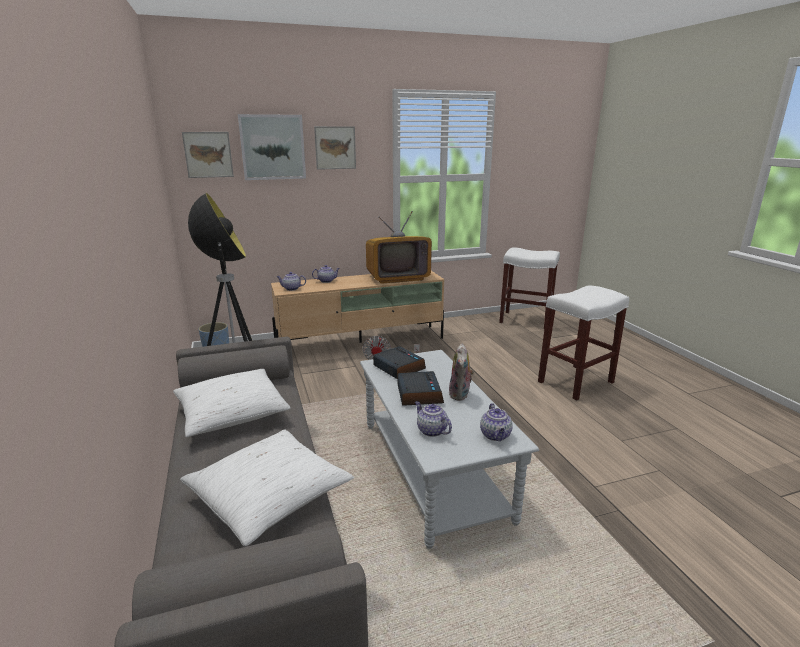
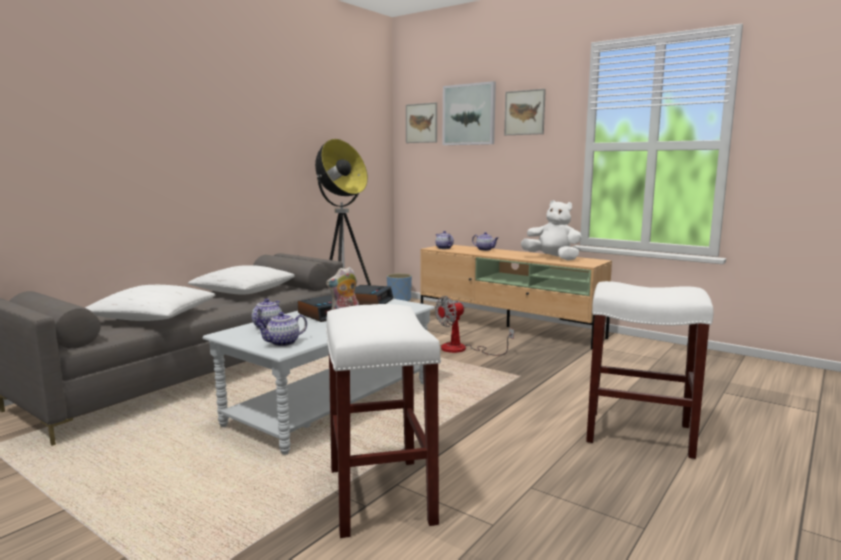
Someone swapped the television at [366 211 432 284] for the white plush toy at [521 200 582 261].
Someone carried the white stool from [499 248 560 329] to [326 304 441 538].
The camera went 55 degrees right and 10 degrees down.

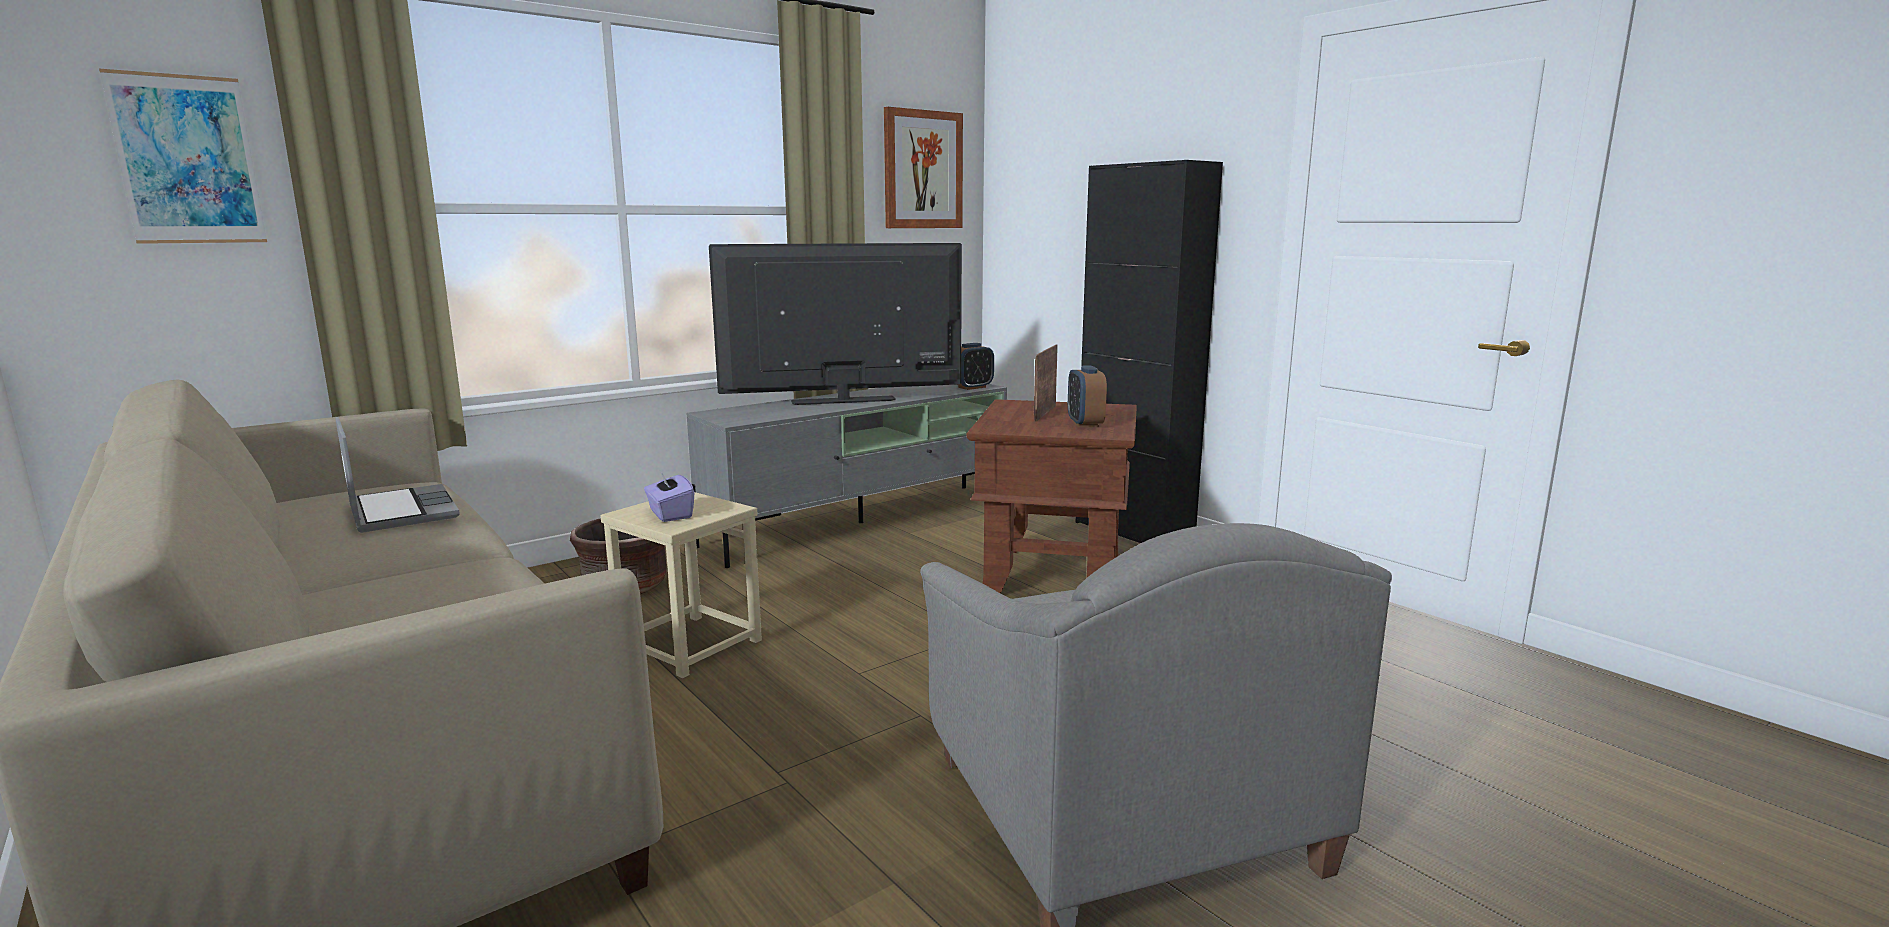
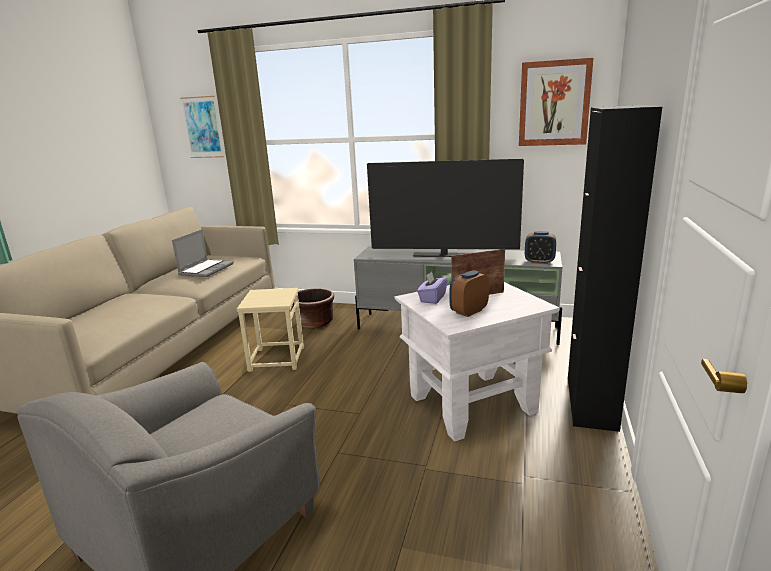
Someone rotated the television at [709 243 962 405] by 150 degrees clockwise.
Someone repainted the brown side table at [967 399 1137 593], which became the white side table at [395 282 560 442].
Someone carried the purple tissue box from [644 471 695 522] to [417 271 447 304].
The camera went 55 degrees right and 5 degrees up.

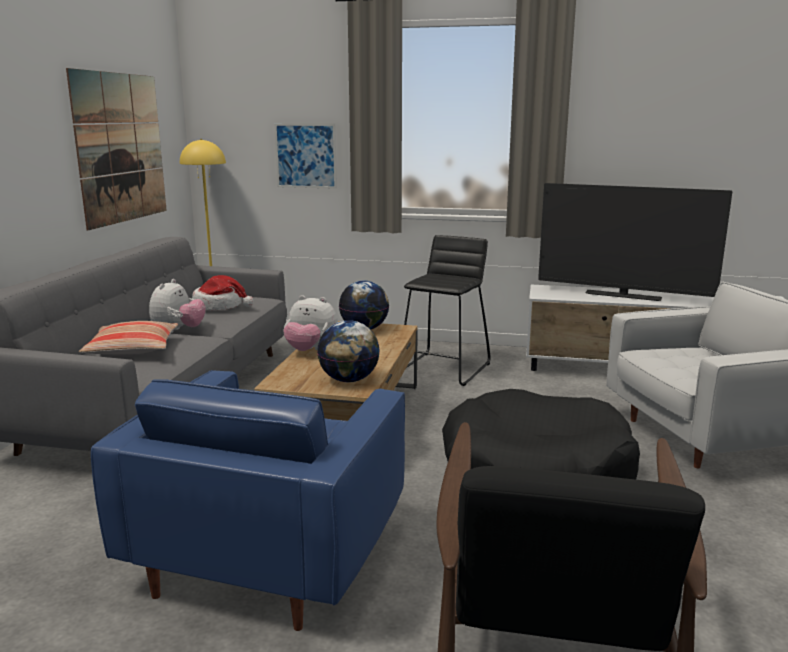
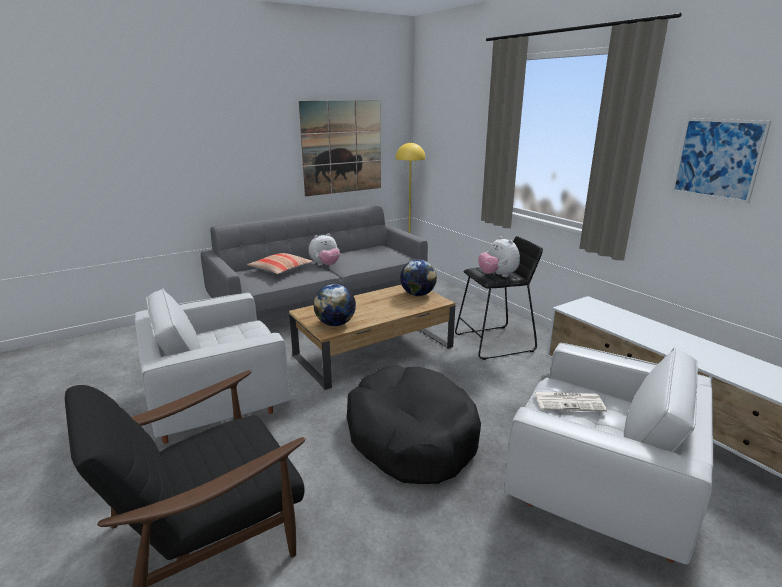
Someone carried the picture from [274 123 337 189] to [671 118 771 203].
Someone took away the television at [538 183 732 301].
Someone took away the hat at [192 275 254 311].
Someone carried the plush toy from [283 295 338 351] to [478 236 520 277].
Someone repainted the blue armchair at [91 370 405 631], which became the white armchair at [134 289 290 444].
Someone put down the newspaper at [534 392 607 412].
The camera went 45 degrees right and 5 degrees up.

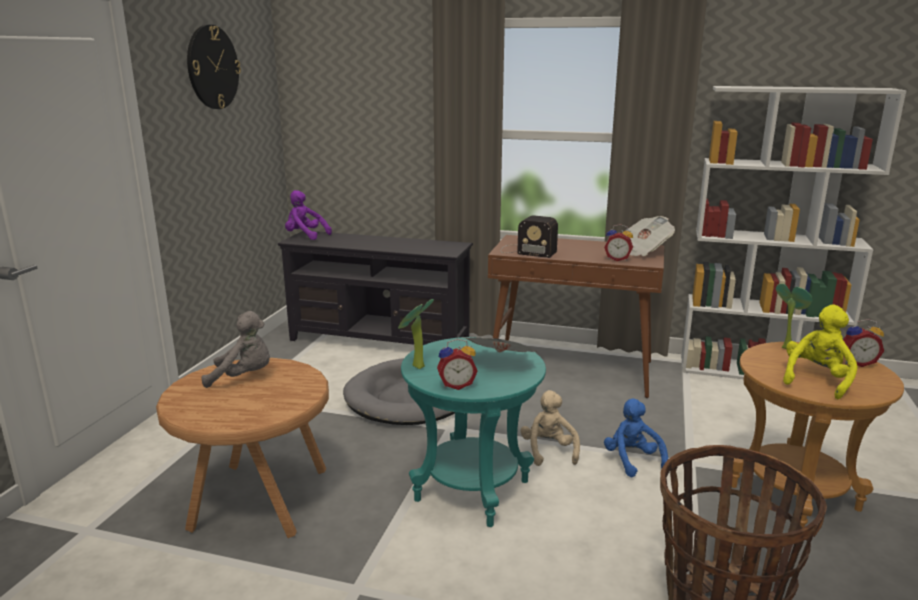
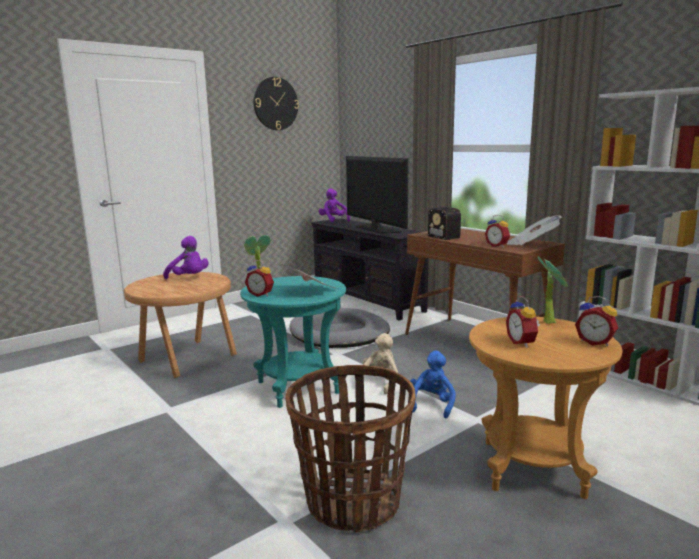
Someone swapped the yellow plush toy at [783 305 858 399] for the alarm clock at [506 296 540 348].
Someone repainted the grey plush toy at [201 311 270 388], which became the purple plush toy at [163 236 208 279].
Someone put down the television at [346 156 409 233].
The camera went 35 degrees right and 5 degrees down.

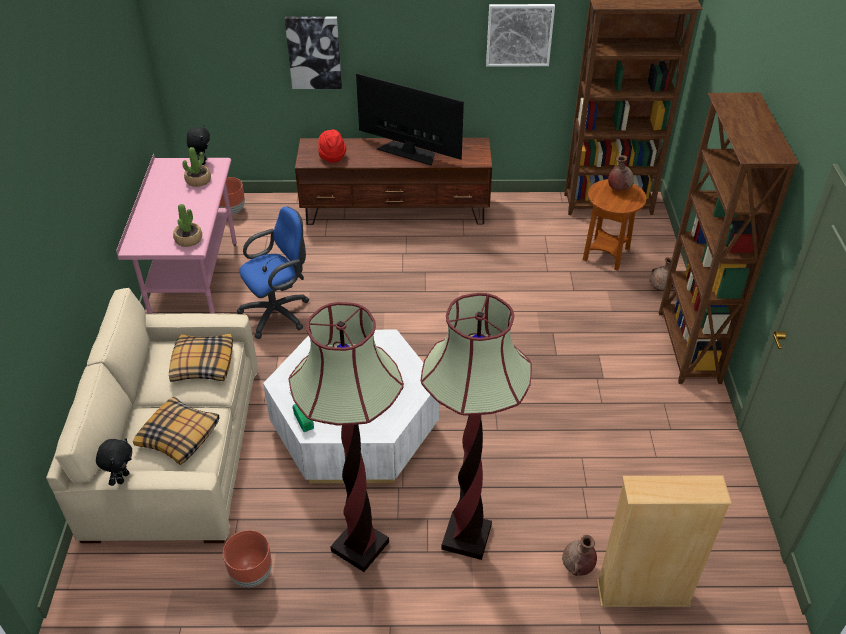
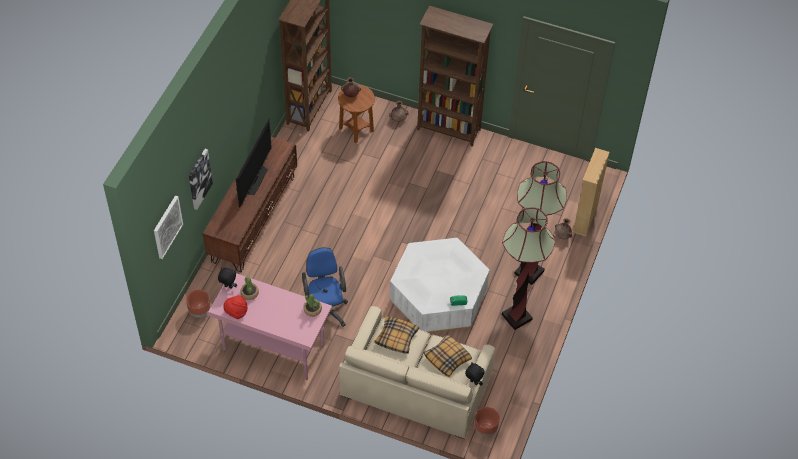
Someone carried the picture from [486 4 555 66] to [154 195 183 259].
Someone rotated the television at [356 73 464 166] by 150 degrees clockwise.
Someone carried the red hat from [318 129 346 163] to [223 295 248 319].
Someone carried the brown planter from [223 530 272 587] to [475 407 500 437].
The camera went 70 degrees left and 10 degrees up.

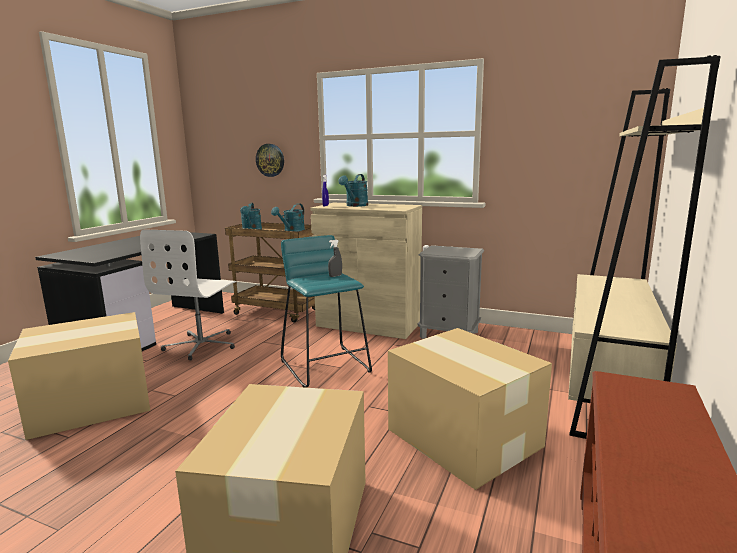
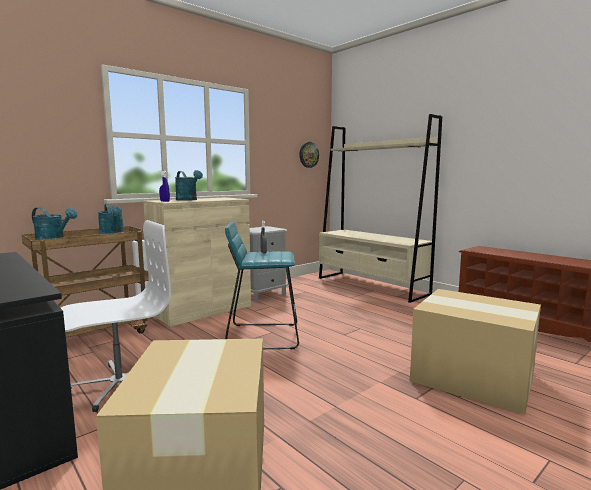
Someone carried the wall clock from [256 144 284 177] to [299 142 319 168].
Someone rotated the white office chair at [140 229 236 360] by 75 degrees counterclockwise.
Someone took away the cardboard box at [388 328 552 490].
The camera went 65 degrees left and 5 degrees down.

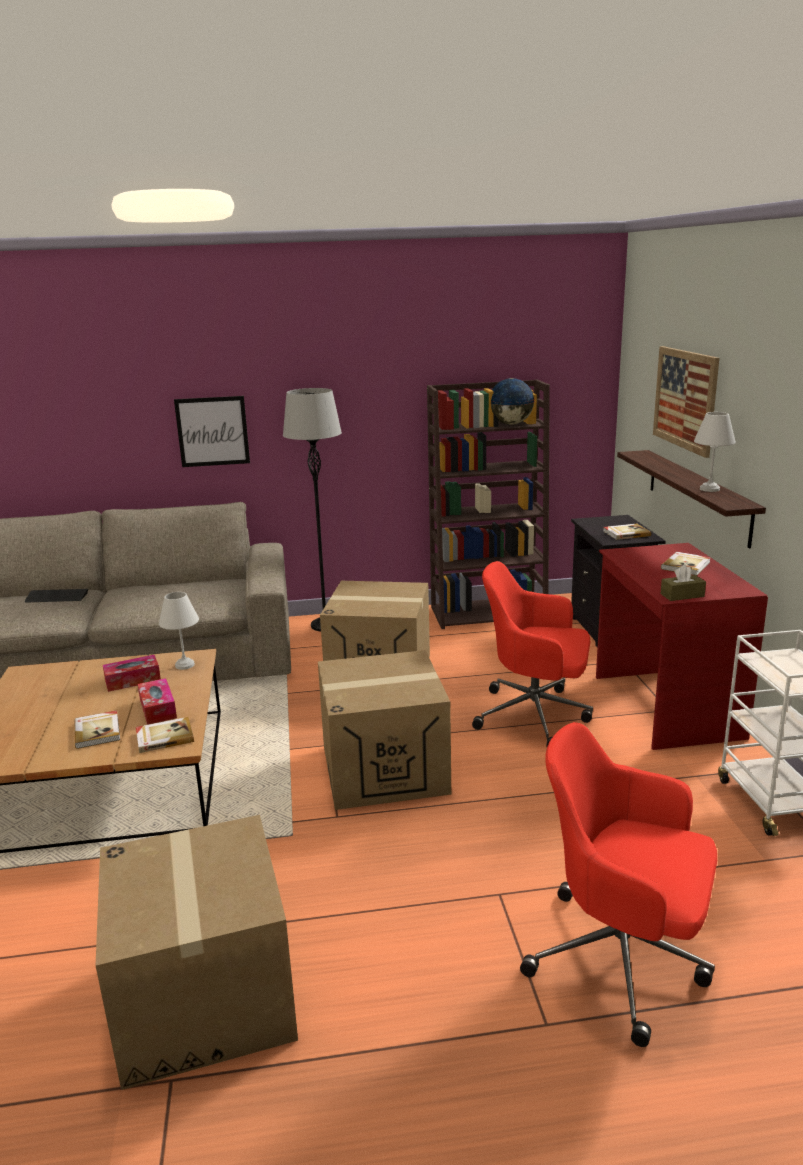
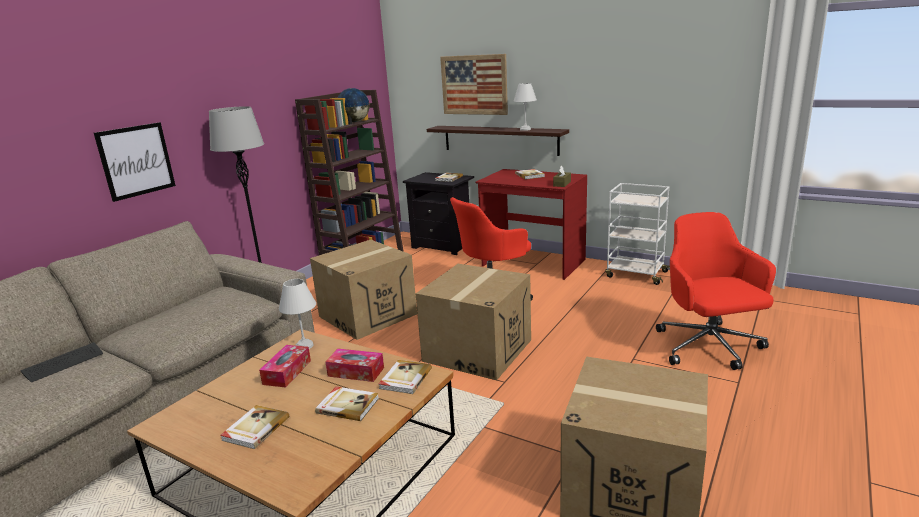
Someone rotated the red office chair at [520 722 717 1047] by 105 degrees clockwise.
Someone put down the book at [220 405 289 449].
The camera went 50 degrees left and 0 degrees up.

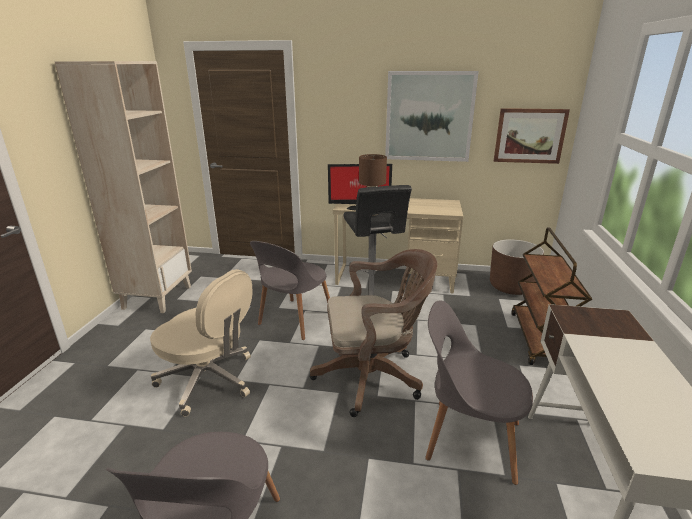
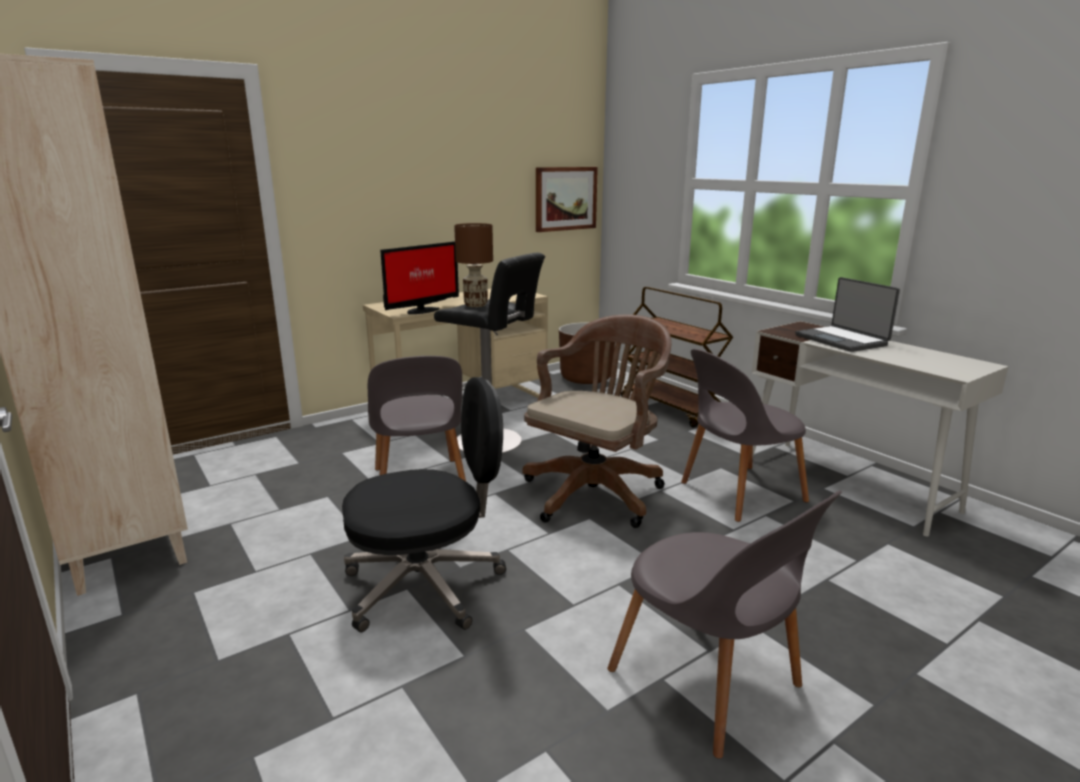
Someone took away the picture at [385 71 479 162].
Someone repainted the beige office chair at [150 269 252 417], which became the black office chair at [342 377 506 632].
Someone put down the laptop at [795 277 900 352].
The camera went 45 degrees left and 5 degrees down.

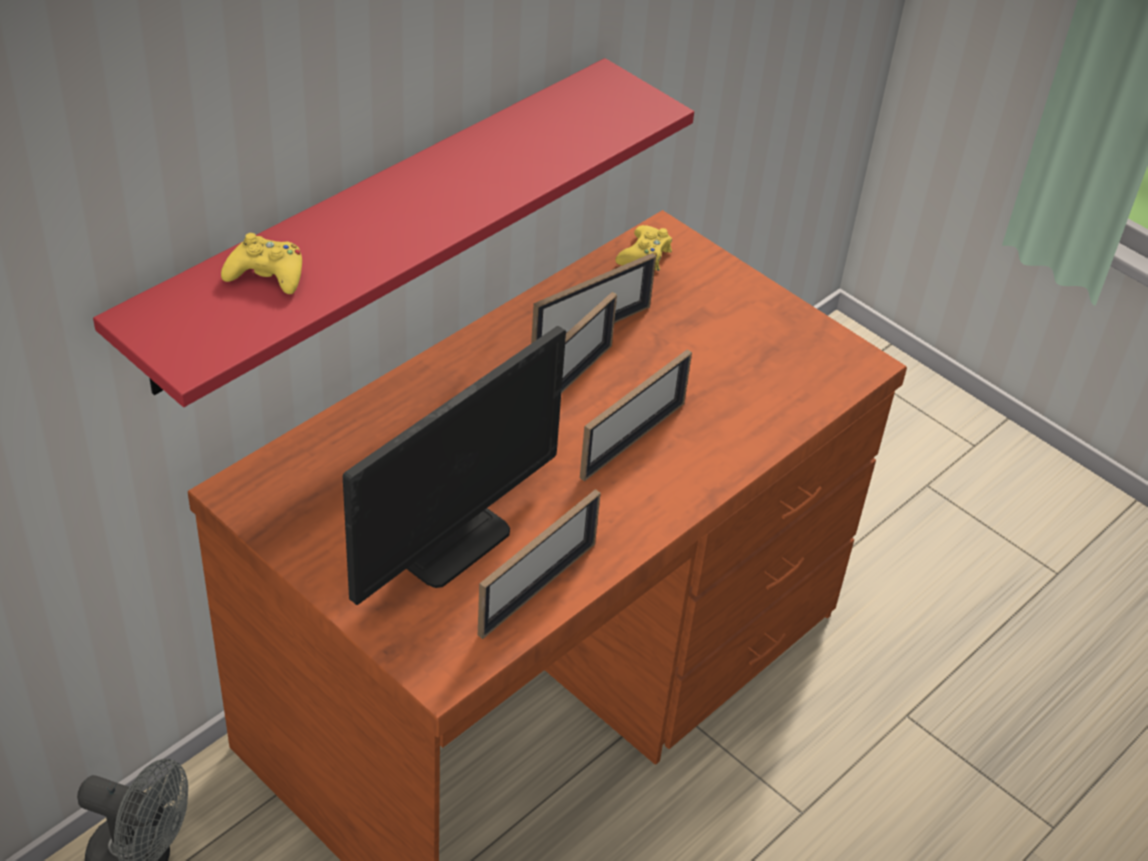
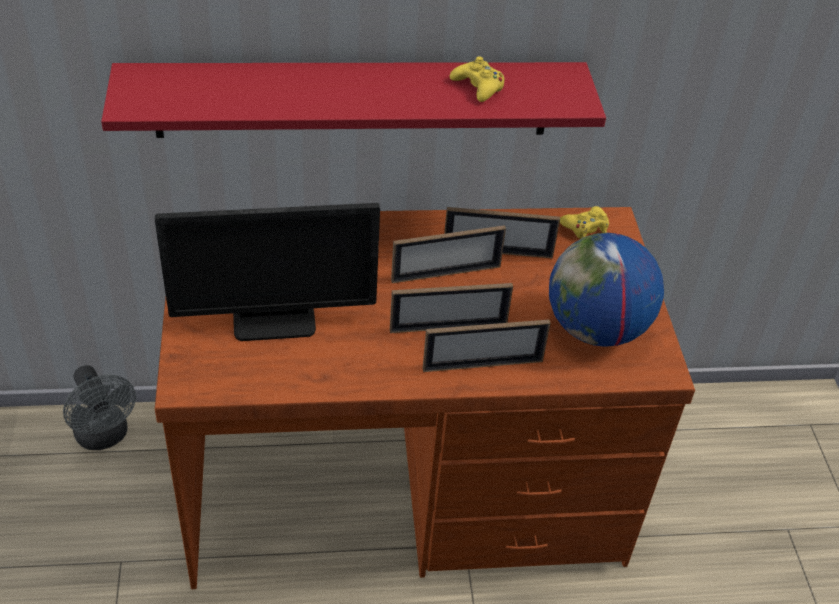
Someone carried the yellow game controller from [221 233 302 294] to [450 56 505 102].
Someone carried the picture frame from [478 489 601 639] to [422 319 551 372].
Someone put down the globe at [549 233 664 347].
The camera went 40 degrees right and 0 degrees up.

